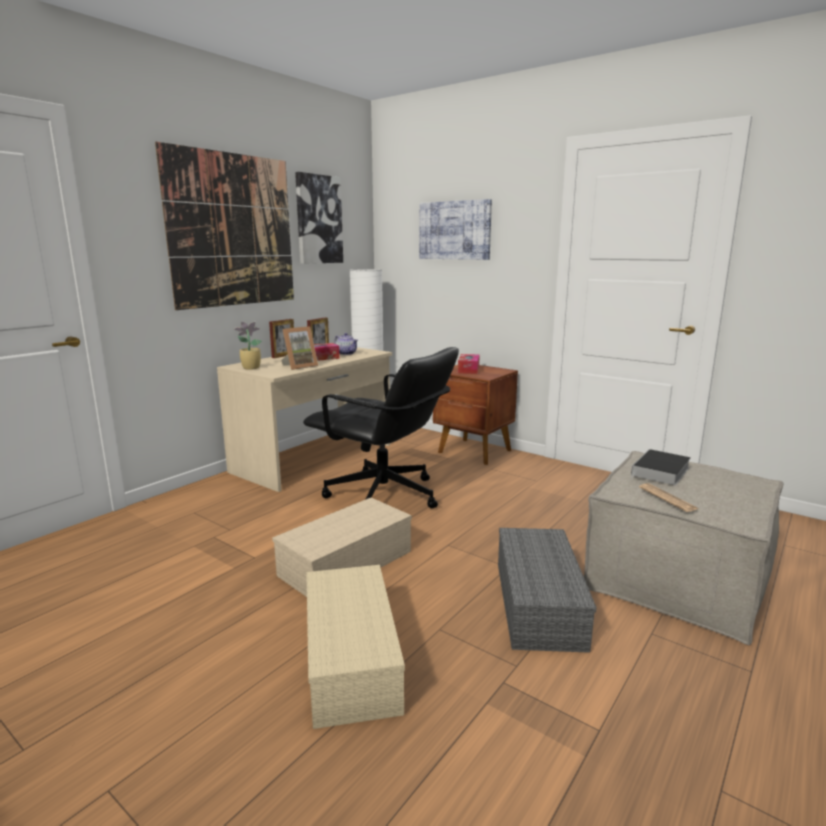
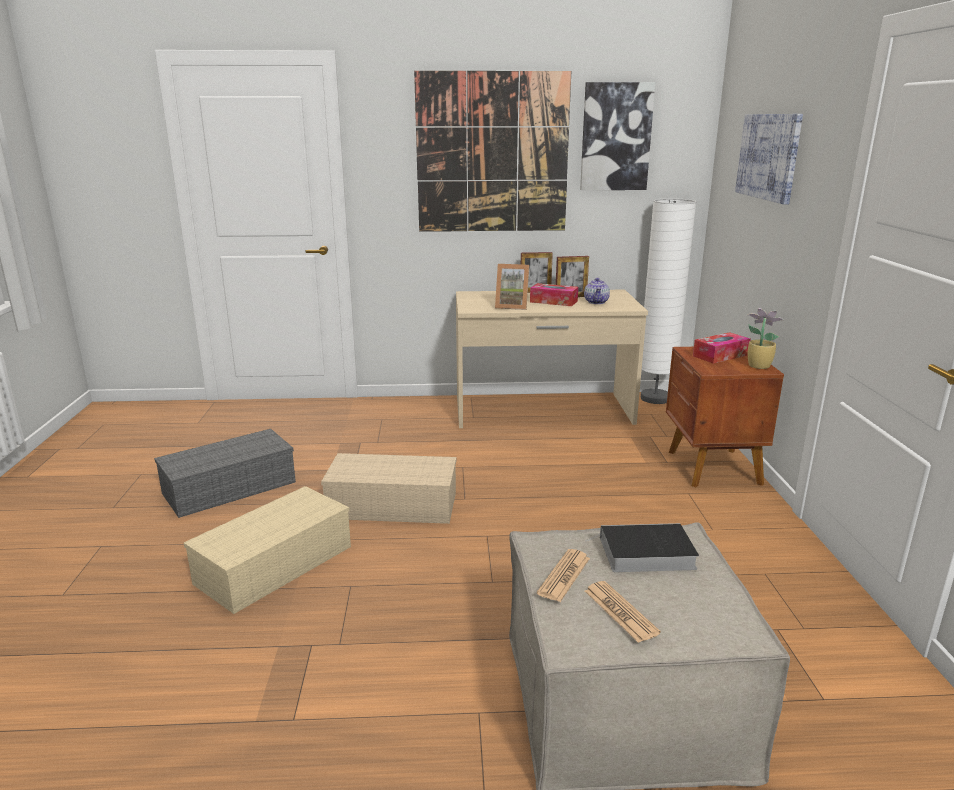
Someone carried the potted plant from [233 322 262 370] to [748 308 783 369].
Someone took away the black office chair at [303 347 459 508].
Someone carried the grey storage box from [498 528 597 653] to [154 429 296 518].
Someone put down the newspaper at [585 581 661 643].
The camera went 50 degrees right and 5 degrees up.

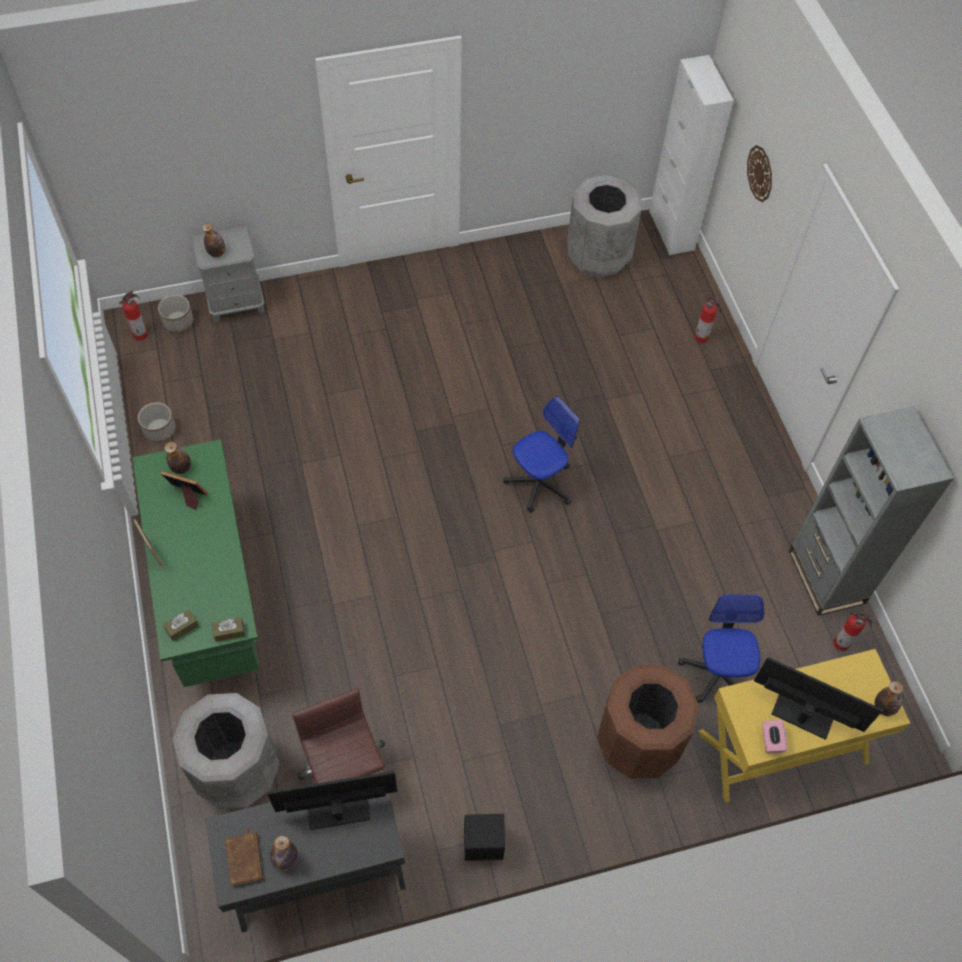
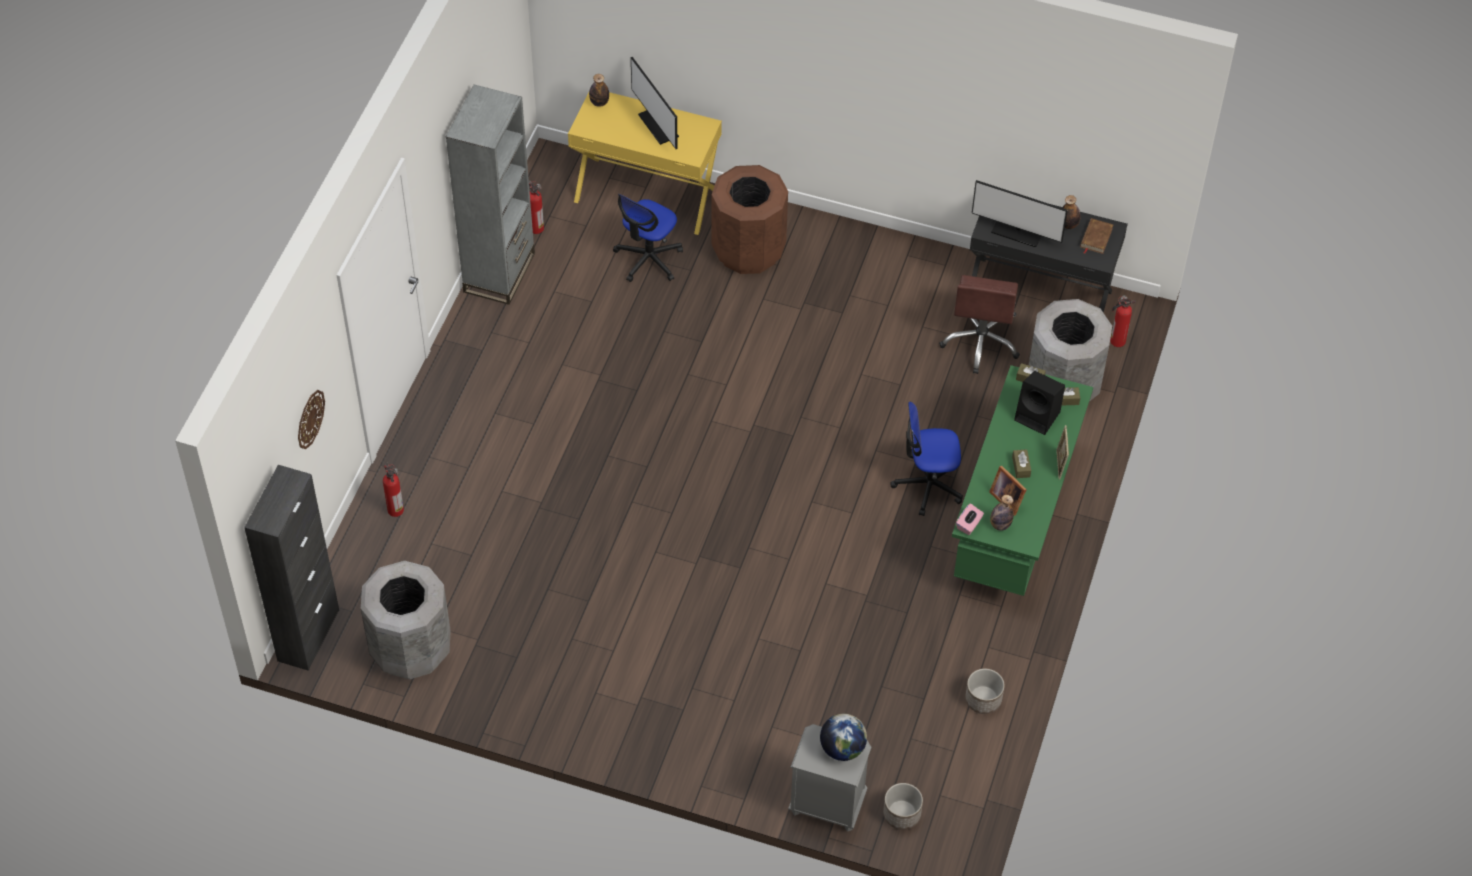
Someone repainted the white cabinet at [649 55 734 255], which became the black cabinet at [244 465 339 671].
Someone swapped the bottle at [202 223 225 257] for the globe at [820 714 867 761].
Someone carried the fire extinguisher from [119 290 147 341] to [1110 295 1136 347].
Someone carried the office chair from [503 396 579 513] to [890 402 963 516].
Someone carried the pink tissue box from [762 720 787 753] to [956 504 984 535].
Someone carried the black speaker from [464 814 505 861] to [1014 371 1065 435].
Someone put down the brown tissue box at [1012 449 1031 478].
The camera went 145 degrees left and 5 degrees down.

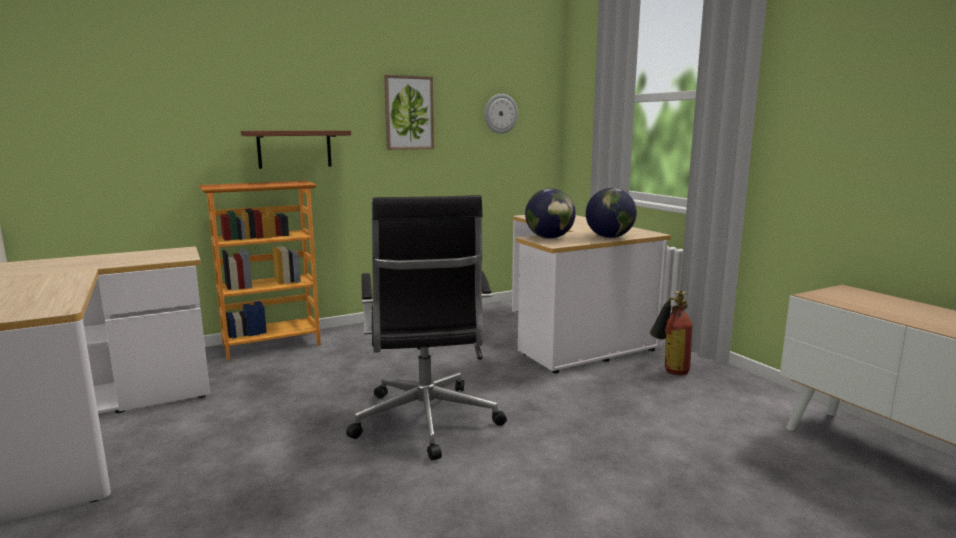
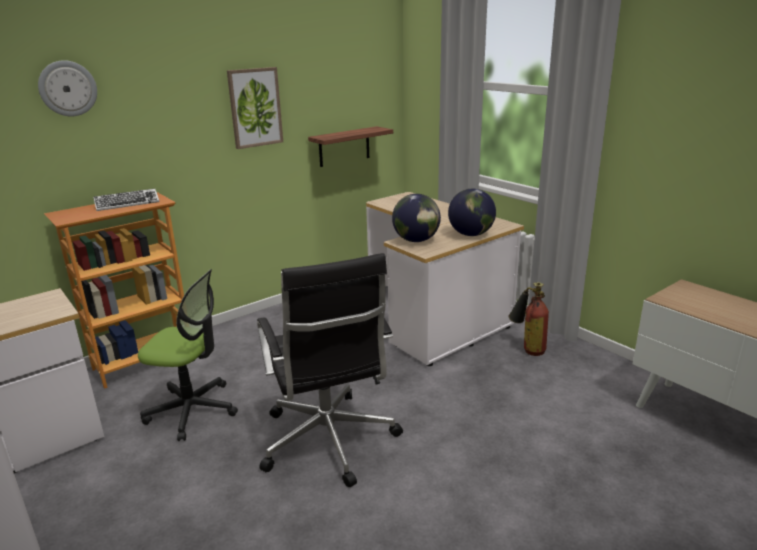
Someone carried the wall clock from [484 94 518 134] to [38 60 97 116].
Someone carried the shelf from [241 130 351 169] to [308 126 393 167].
Someone put down the keyboard at [93 189 160 211].
Someone put down the office chair at [138 269 238 441].
The camera went 10 degrees left and 10 degrees up.

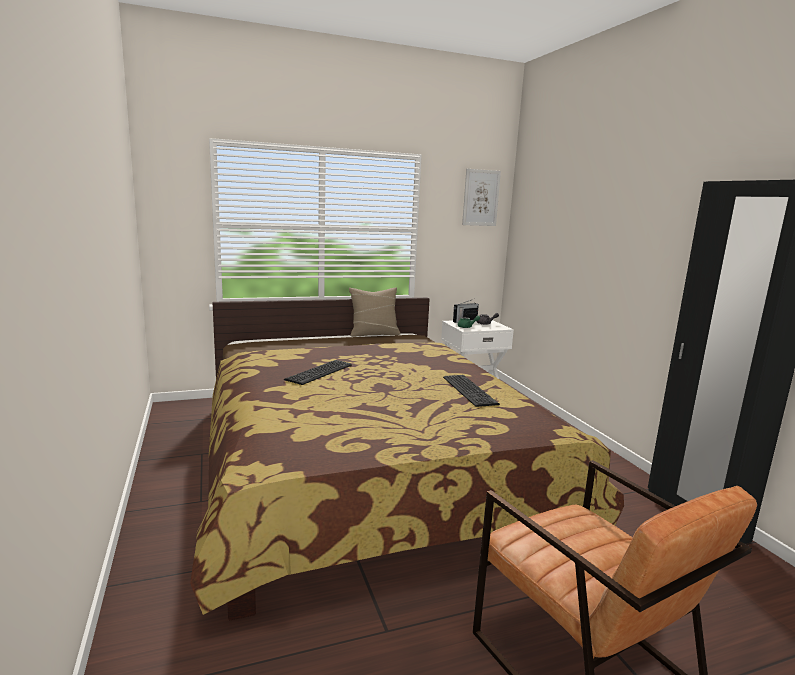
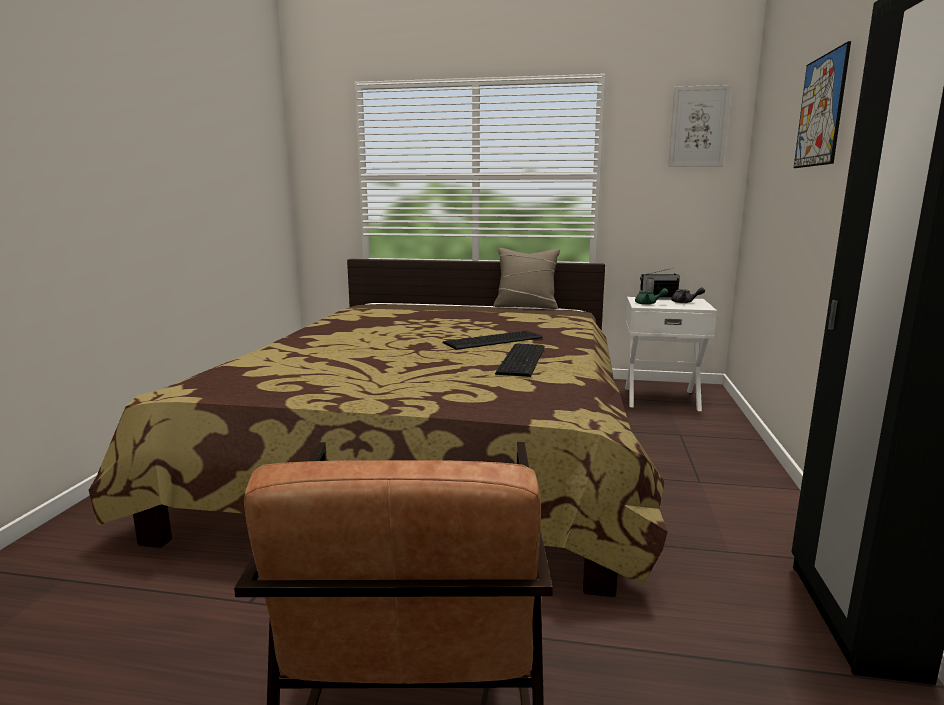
Someone carried the keyboard from [284 360 352 385] to [443 331 542 350].
Someone put up the picture at [794 41 851 168].
The camera went 30 degrees right and 0 degrees up.

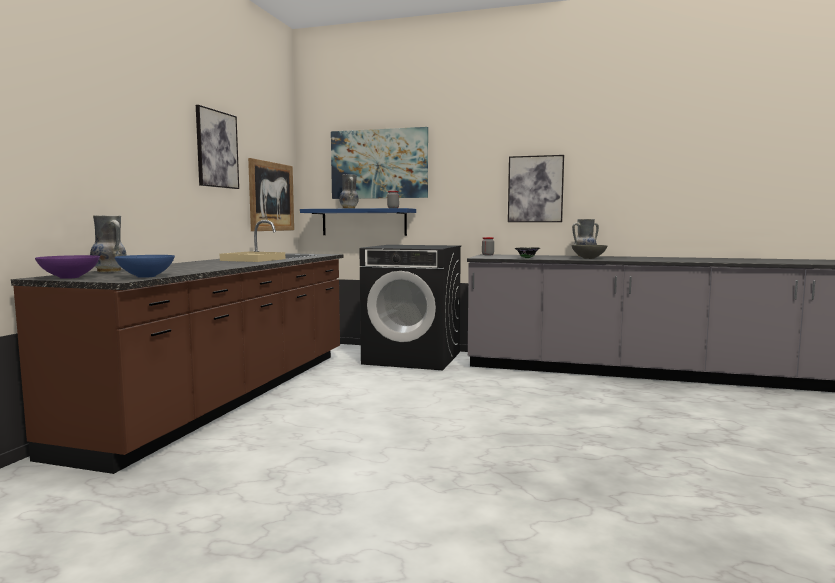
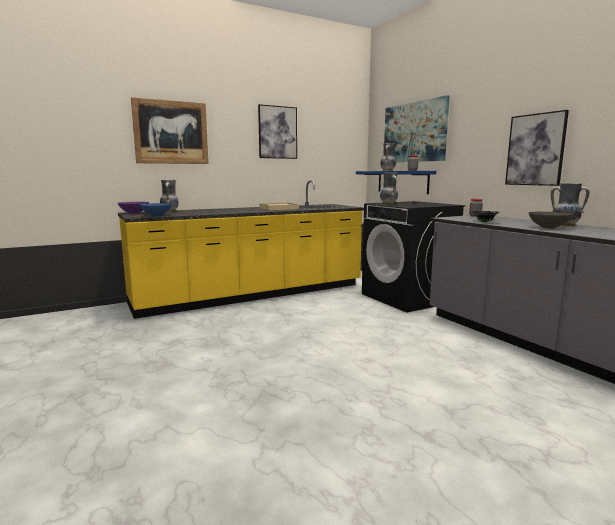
Someone carried the picture from [248 158 294 231] to [131 97 208 164].
Someone repainted the brown counter at [11 220 344 474], which became the yellow counter at [118 180 364 319].
Someone put down the vase at [380 173 398 204].
The camera went 45 degrees right and 5 degrees up.

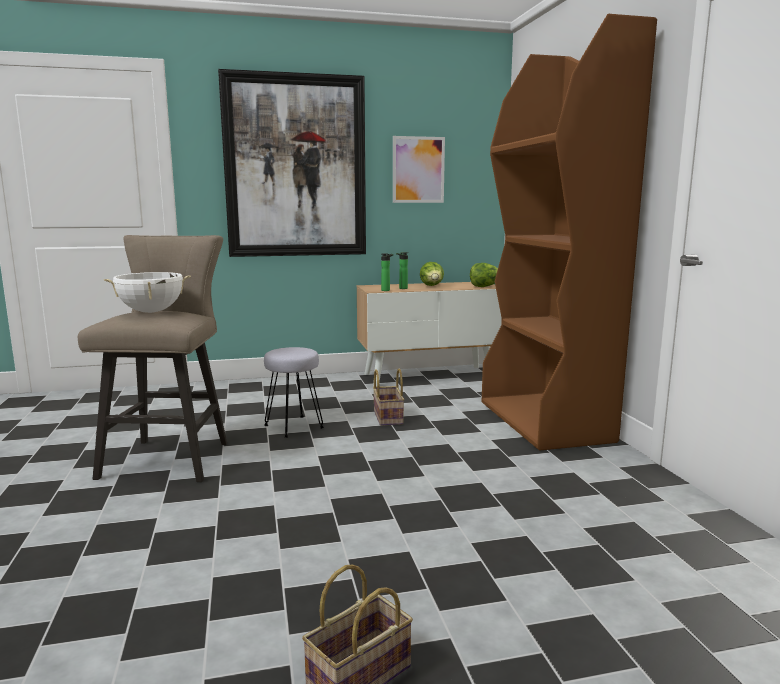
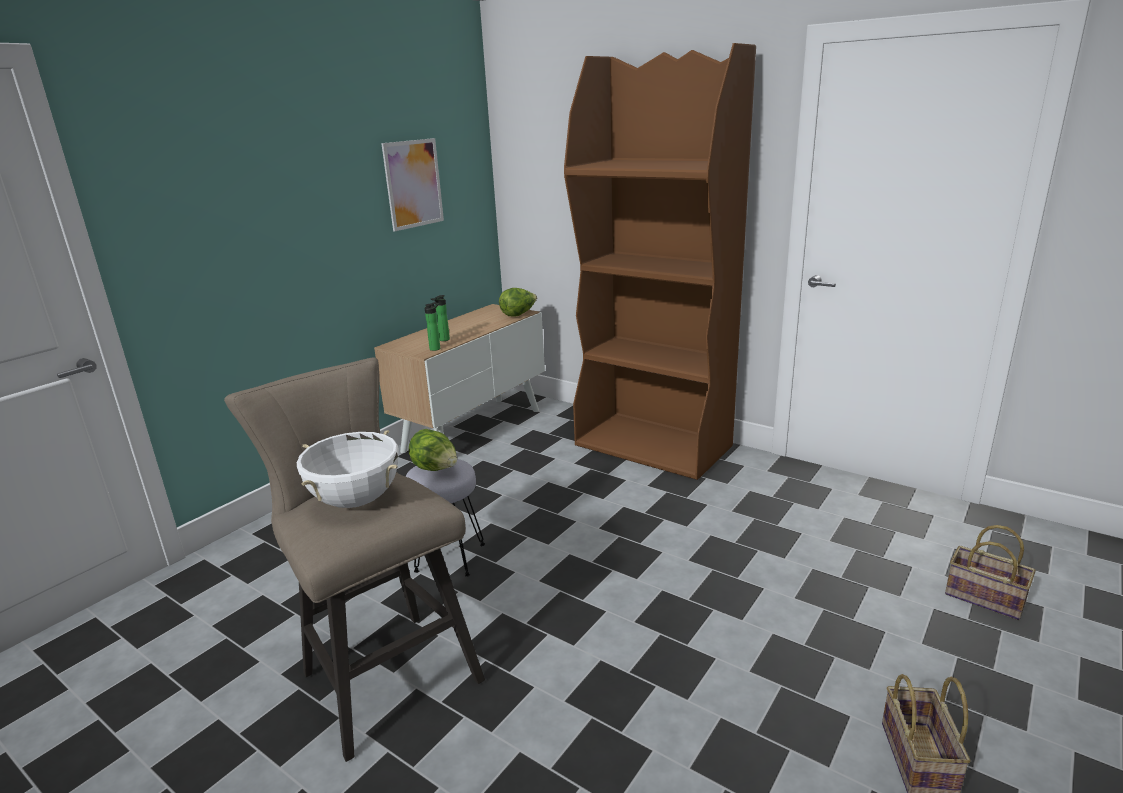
Someone took away the picture at [218 69 366 257].
Someone carried the lettuce from [420 262 444 286] to [409 429 457 471].
Someone carried the basket from [373 368 405 426] to [945 525 1036 620].
The camera went 40 degrees left and 10 degrees up.

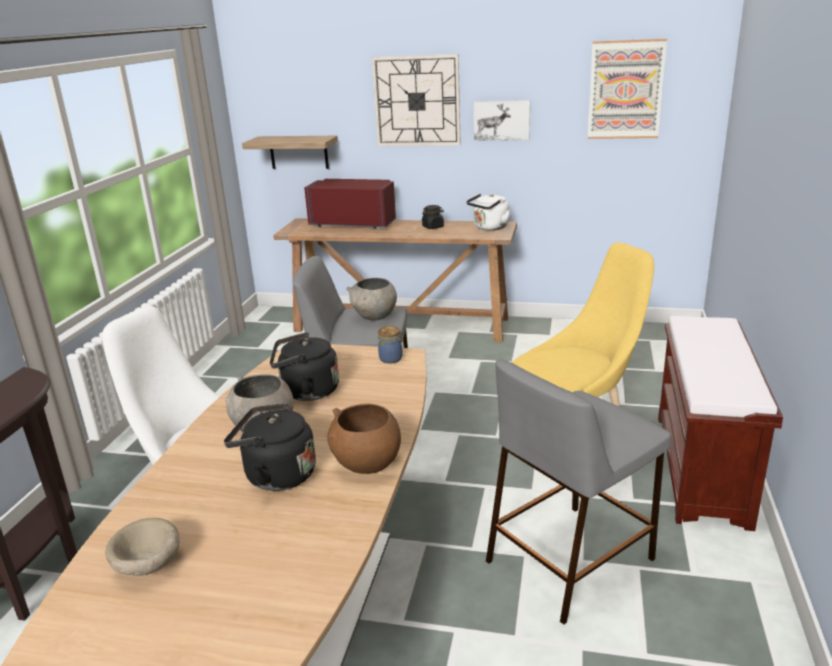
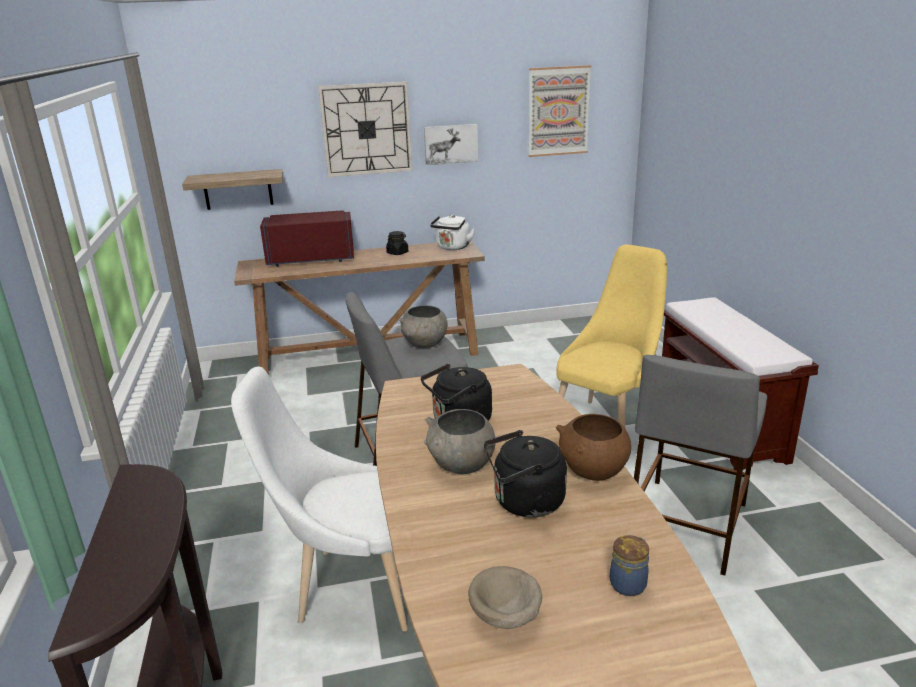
Someone carried the jar from [378 326 405 364] to [610 535 649 596].
The camera went 25 degrees left and 0 degrees up.

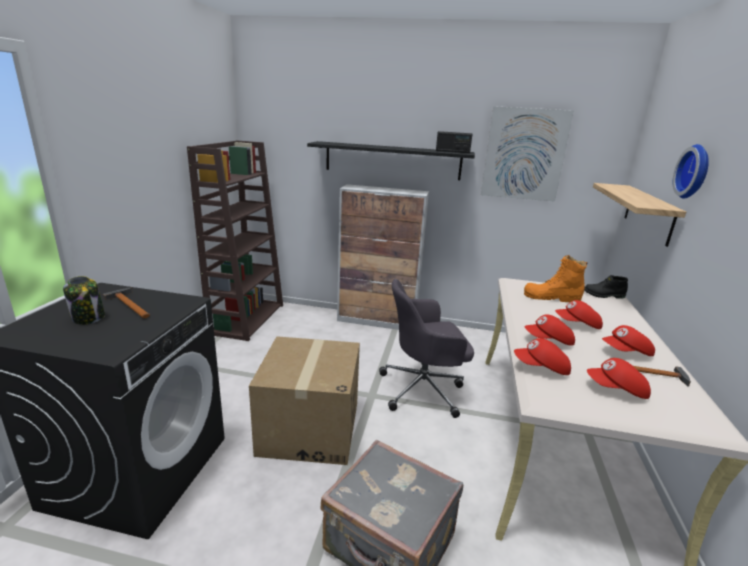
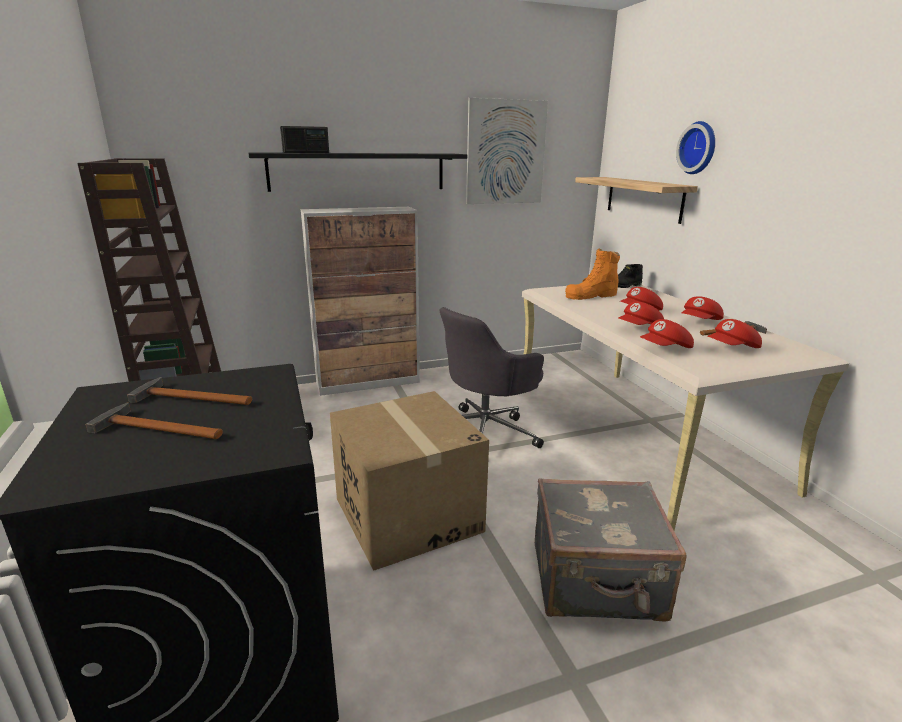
Someone carried the radio from [436 131 472 153] to [280 126 329 153].
Someone swapped the jar at [63 276 105 325] for the hammer at [86 402 223 439].
The camera went 30 degrees left and 0 degrees up.

